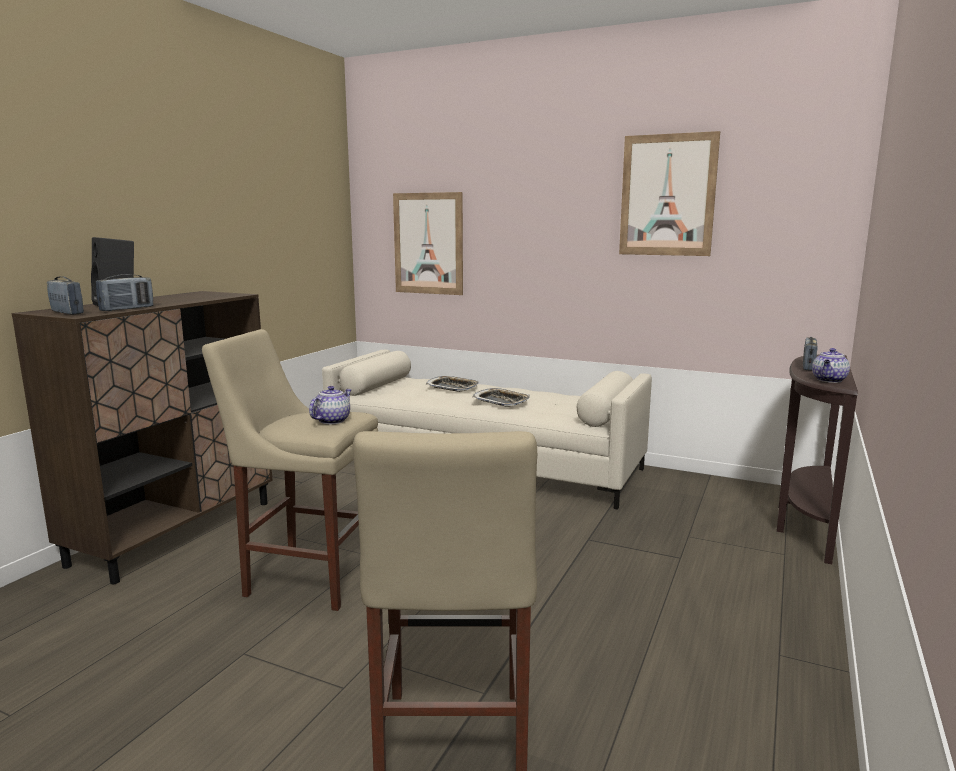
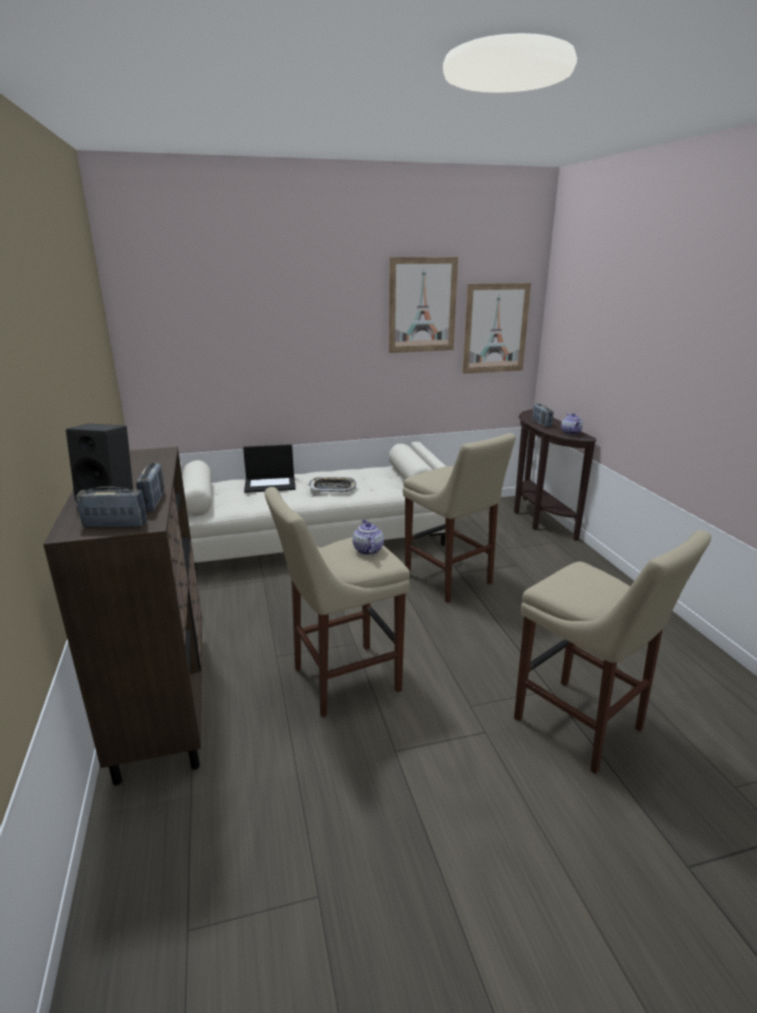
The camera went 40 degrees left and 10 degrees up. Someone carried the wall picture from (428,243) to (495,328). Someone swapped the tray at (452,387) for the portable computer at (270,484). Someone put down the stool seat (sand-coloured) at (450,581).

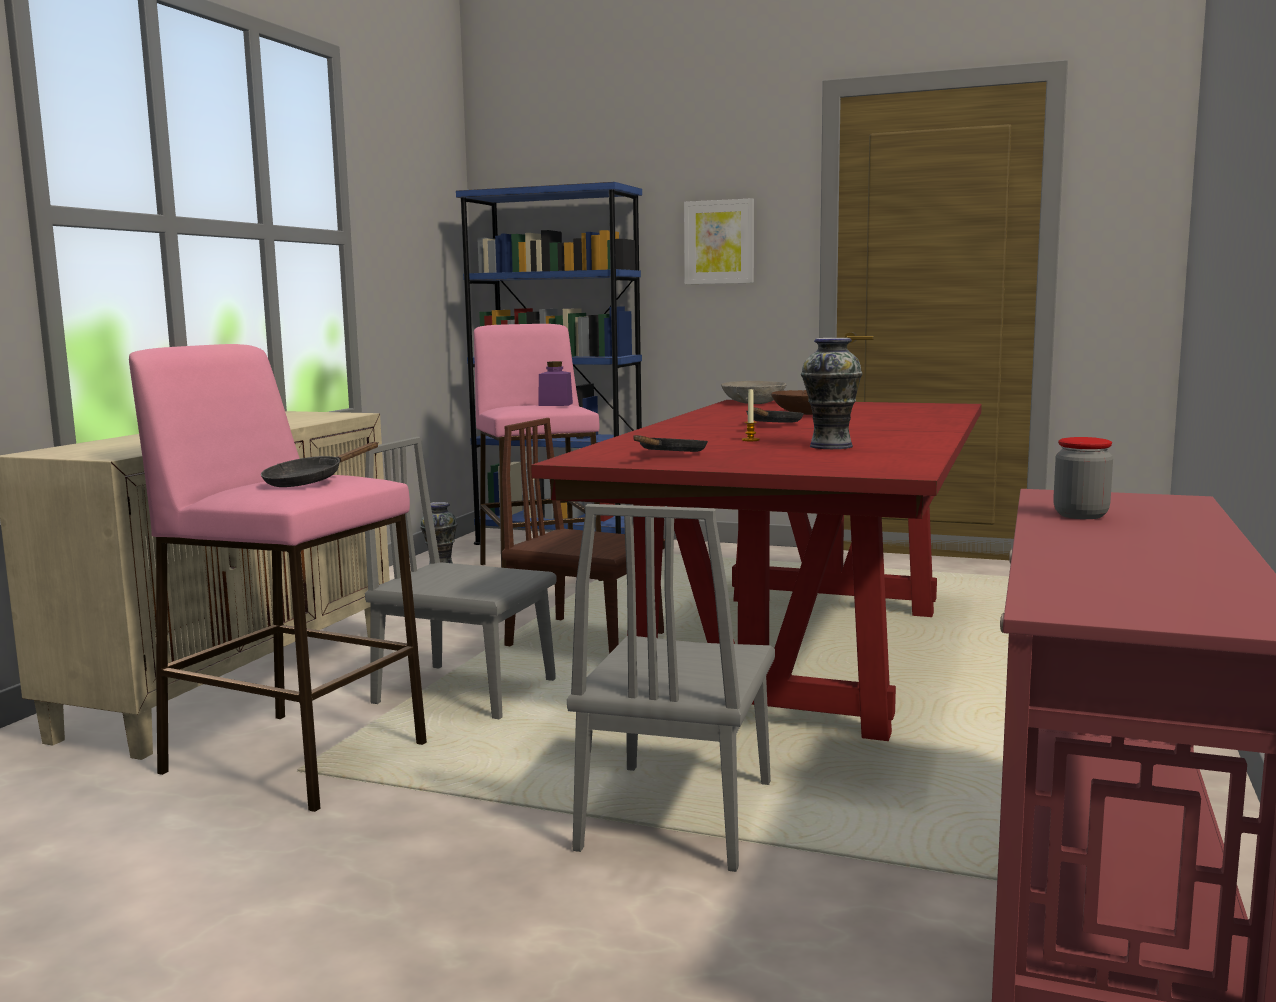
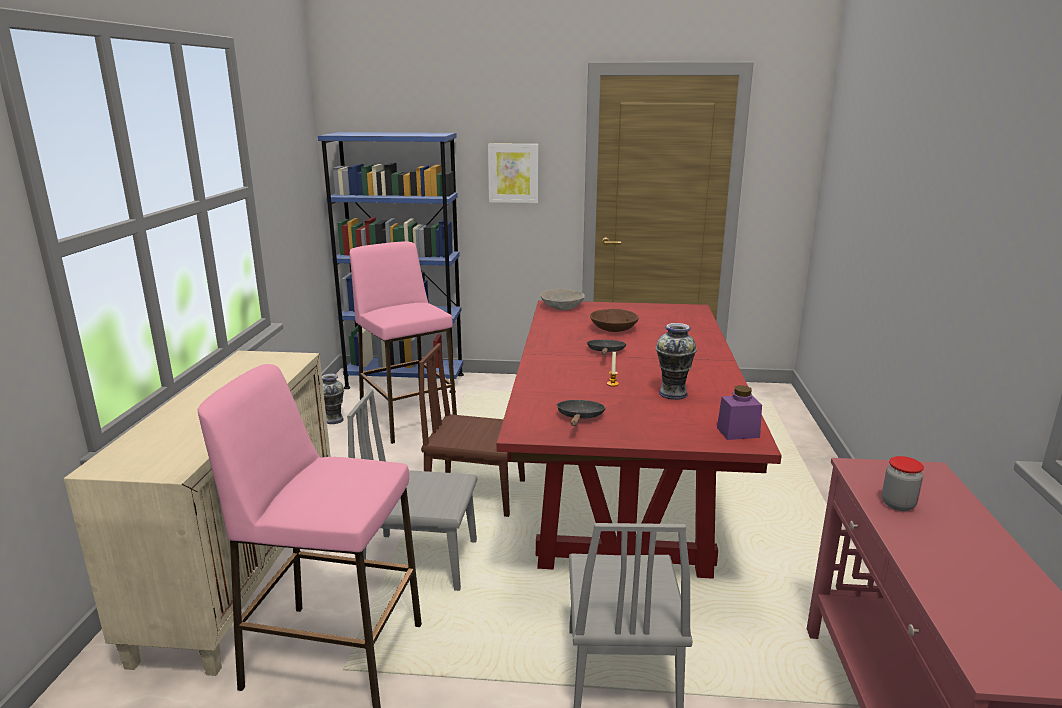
The camera went 15 degrees left and 10 degrees up. Someone carried the jar (purplish) from (555,404) to (738,432). Someone took away the frying pan (black-coloured) at (310,481).

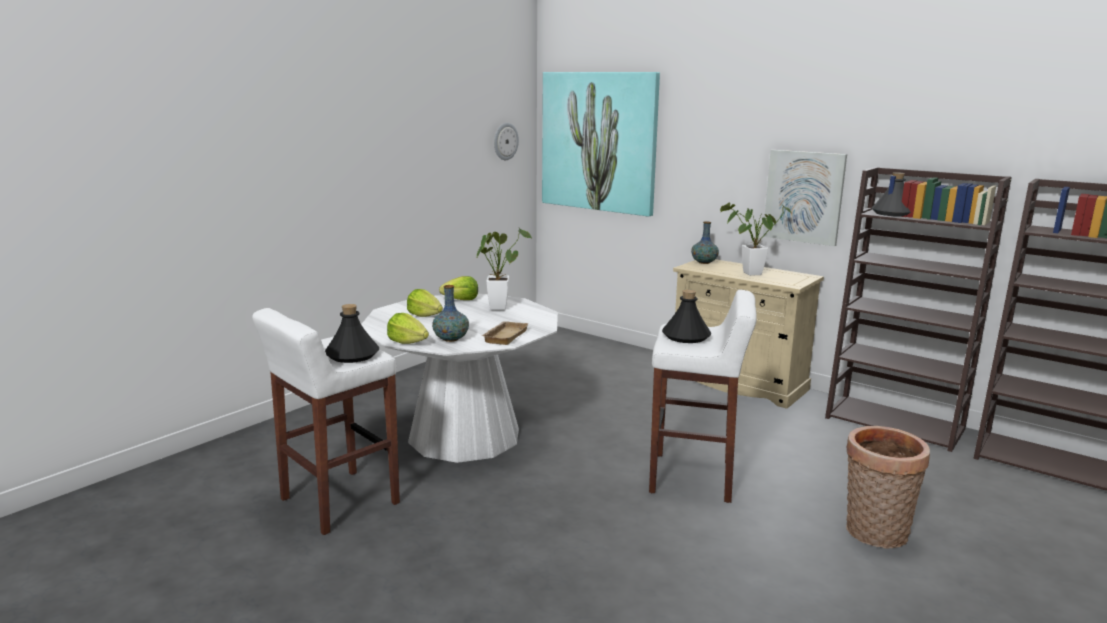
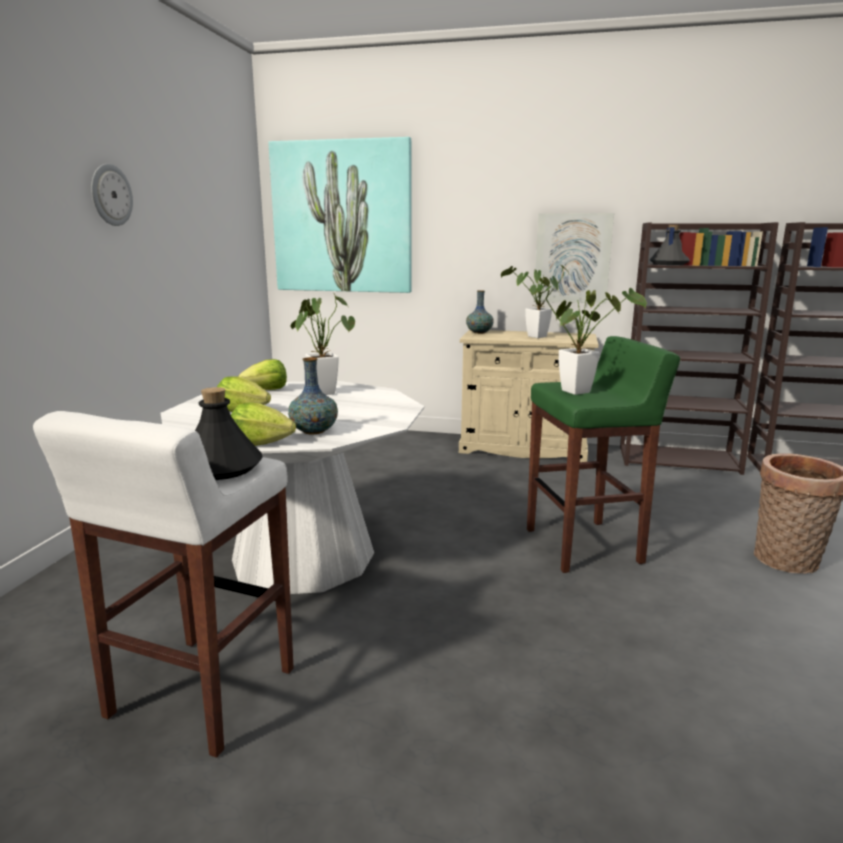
The camera went 25 degrees left and 0 degrees up. Someone carried the clock on the wall from (505,141) to (110,195). Someone swapped the bottle (black-coloured) at (686,337) for the houseplant at (581,391). Someone repainted the stool seat (white) at (693,477), which became the stool seat (green) at (585,546). Someone took away the tray (sand-coloured) at (504,336).

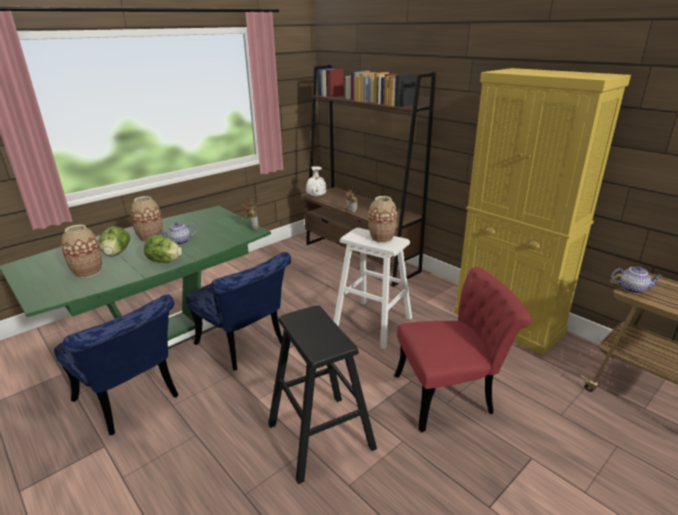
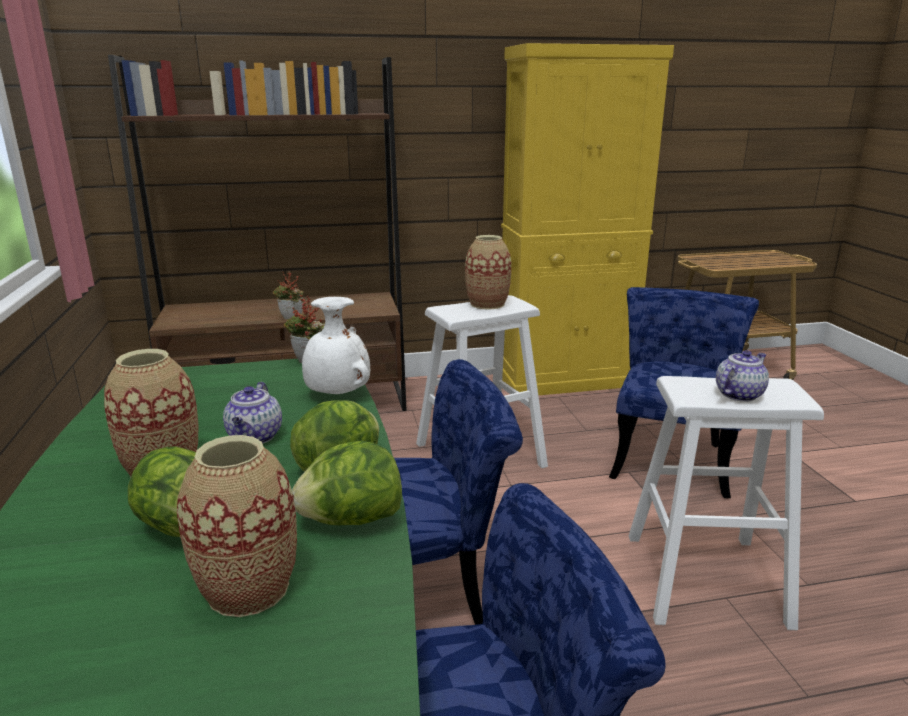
The camera went 60 degrees left and 5 degrees down. Someone carried the decorative vase (white) from (316,196) to (337,394). Someone carried the tea pot from (633,289) to (739,394). Someone repainted the chair (red) at (451,394), which became the chair (blue) at (671,456). Someone repainted the stool seat (black-coloured) at (321,436), which became the stool seat (white) at (705,578). Someone put down the lettuce at (351,520).

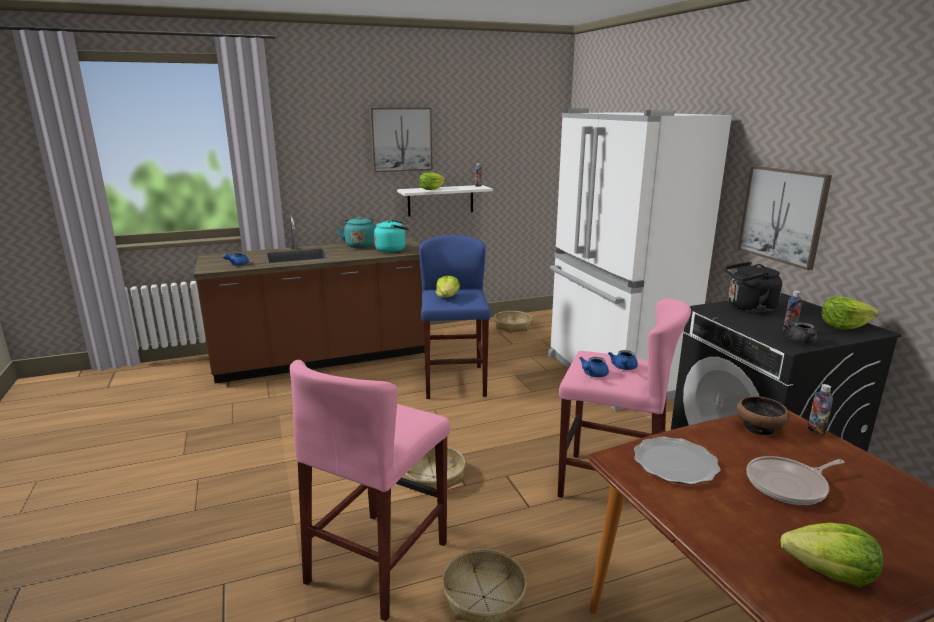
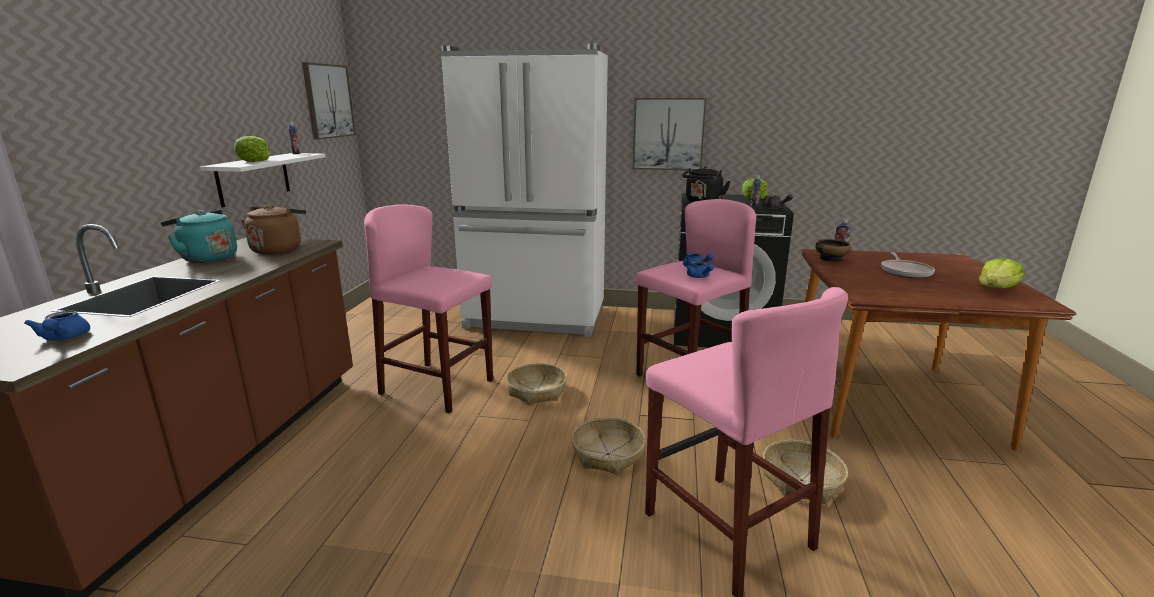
The camera went 60 degrees left and 0 degrees up. Someone carried the wall picture from (401,139) to (328,101). Someone repainted the kettle (turquoise-coloured) at (392,249), which became the kettle (brown) at (278,249). Someone repainted the stool seat (blue) at (454,382), which became the stool seat (pink-coloured) at (437,387). Someone took away the lettuce at (447,297). Someone carried the household basket from (512,326) to (536,391). Someone took away the dinner plate at (675,463).

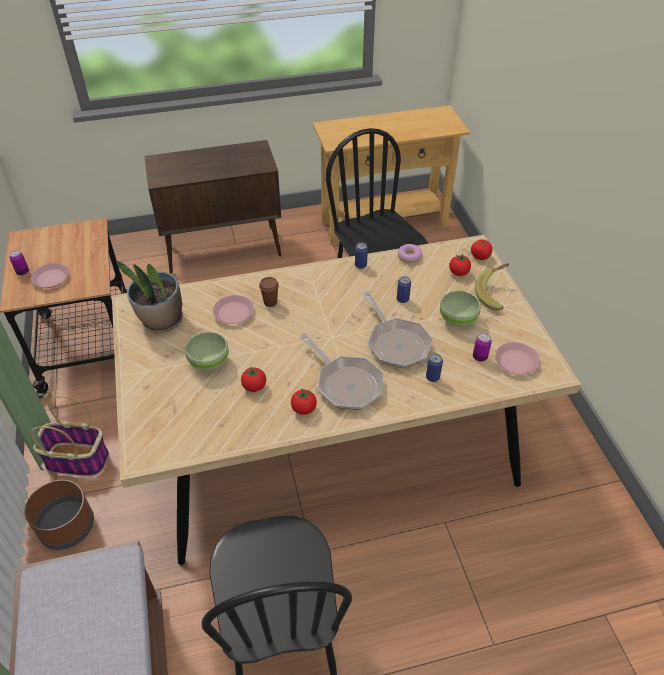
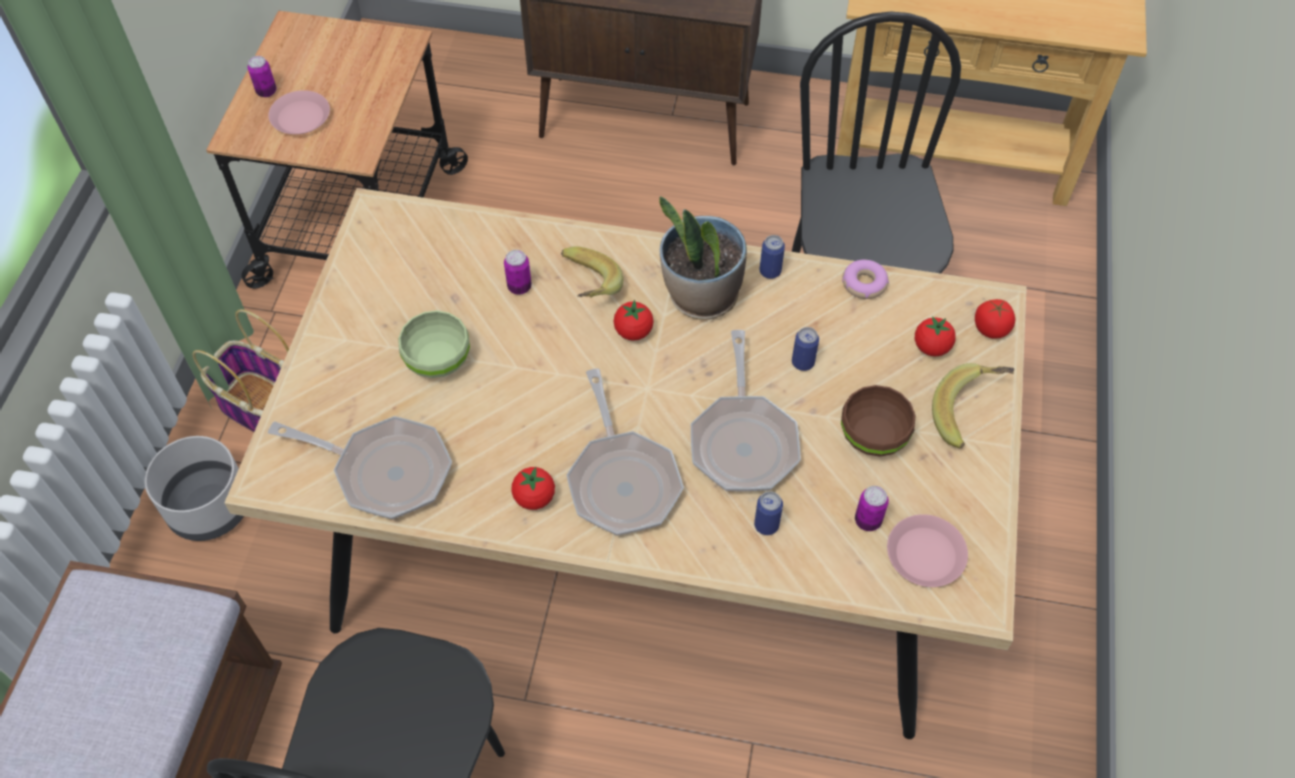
The camera went 25 degrees right and 10 degrees up. Someone carried the houseplant from (161,320) to (701,296). Someone swapped the cup (brown) at (270,302) for the whole banana at (585,288). Someone repainted the deep dish (green) at (457,319), which became the deep dish (brown) at (872,435). Someone swapped the dinner plate (pink-coloured) at (234,313) for the sealed can at (519,287). Someone carried the fresh tomato from (254,386) to (633,331). Someone repainted the planter (brown) at (67,526), which became the planter (greyish) at (209,506). Someone put down the frying pan at (384,471).

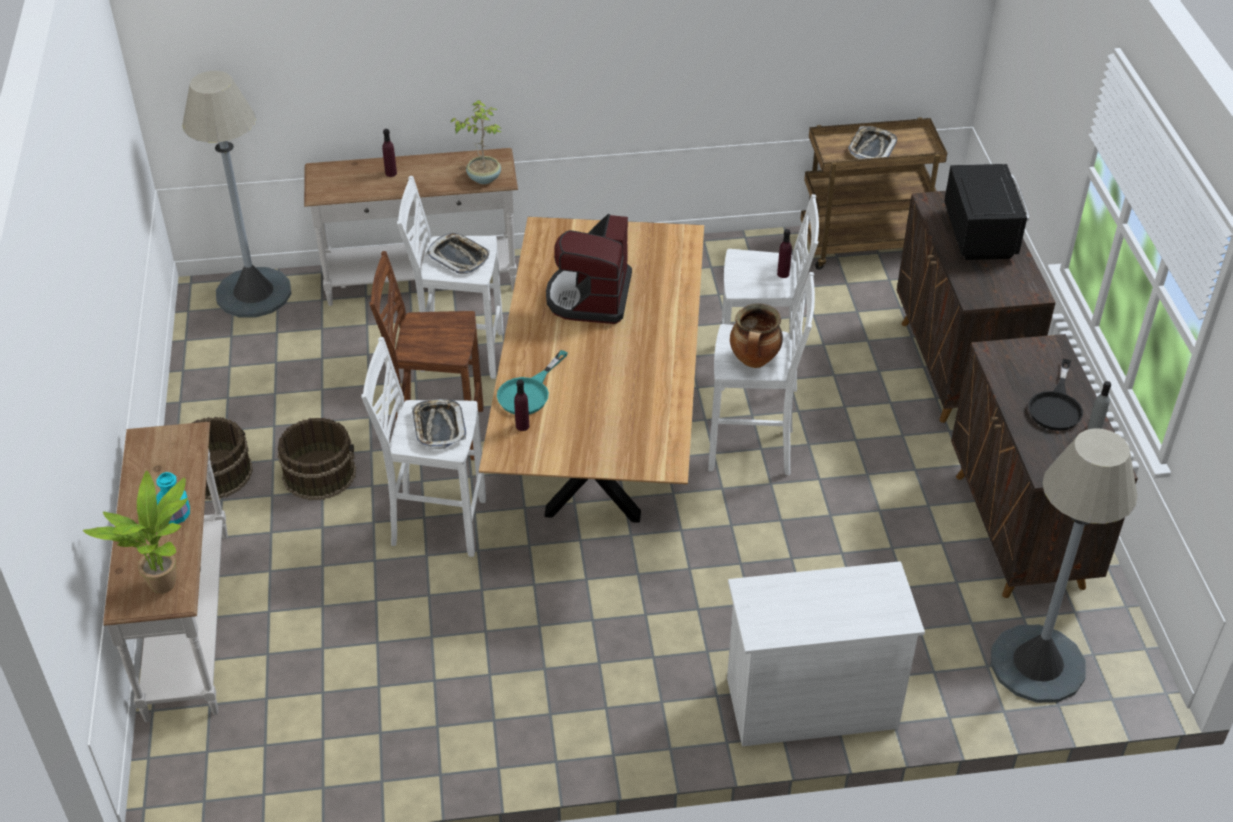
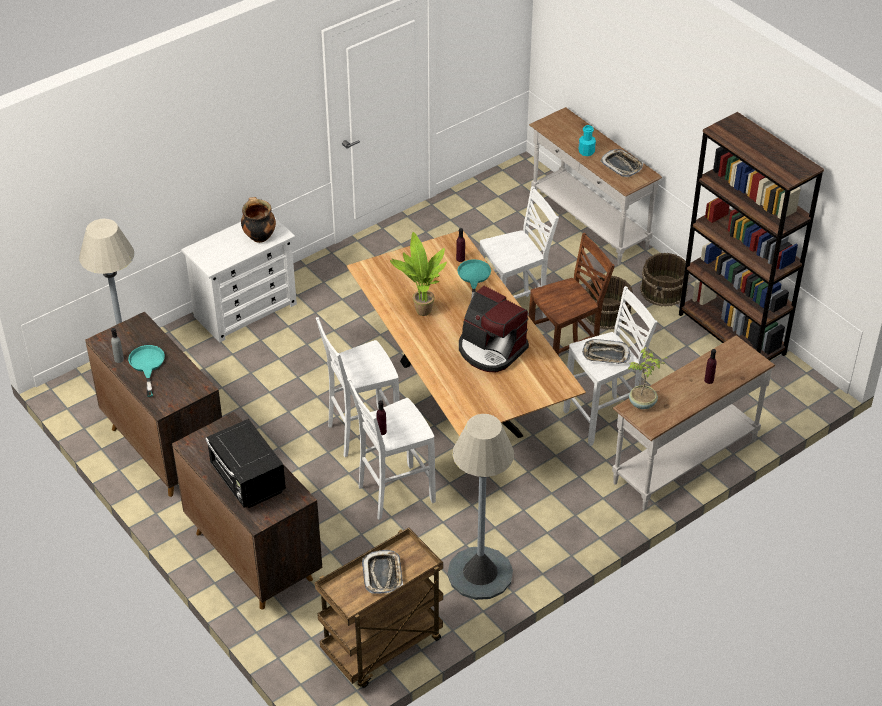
The camera went 150 degrees right and 0 degrees up. Someone carried the floor lamp (greyish) from (254,293) to (480,574). Someone rotated the coffee machine at (590,297) by 150 degrees clockwise. Someone carried the stockpot from (754,361) to (259,236). Someone repainted the frying pan (black-coloured) at (1056,406), which became the frying pan (turquoise-coloured) at (147,365). Someone carried the tray from (438,427) to (621,165). Someone carried the houseplant from (167,587) to (420,312). Someone put down the shelving unit (brown) at (732,334).

